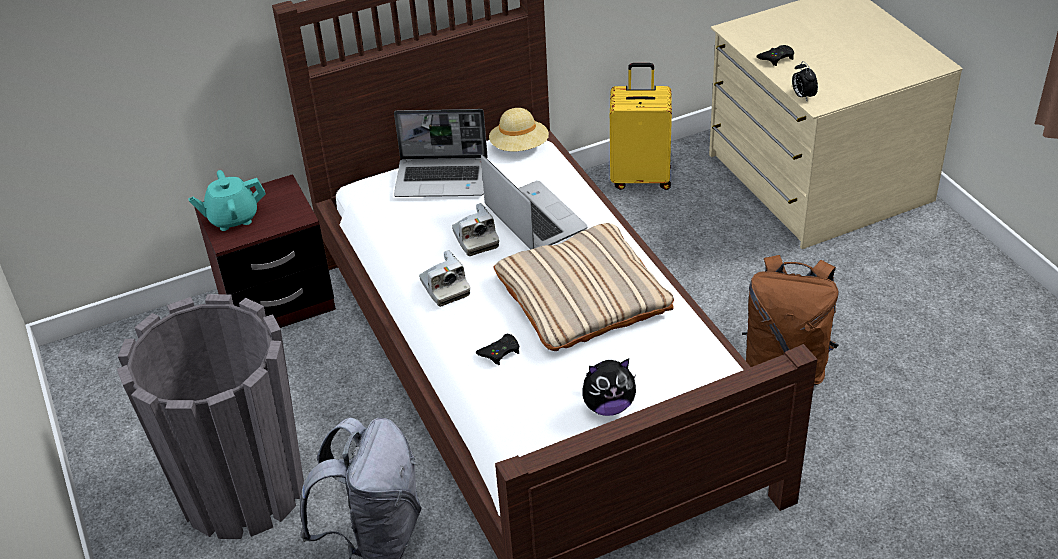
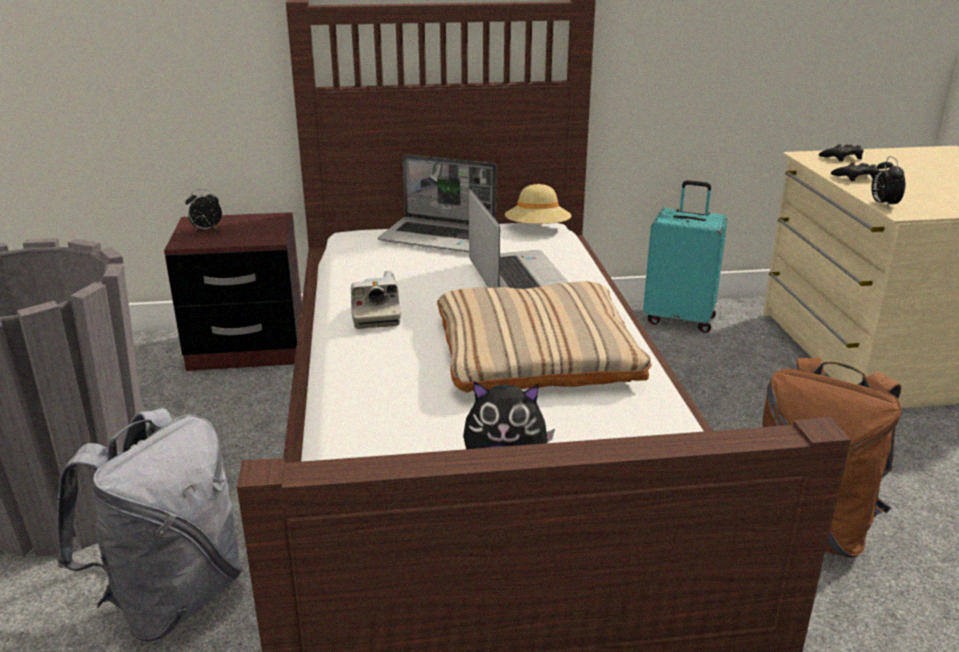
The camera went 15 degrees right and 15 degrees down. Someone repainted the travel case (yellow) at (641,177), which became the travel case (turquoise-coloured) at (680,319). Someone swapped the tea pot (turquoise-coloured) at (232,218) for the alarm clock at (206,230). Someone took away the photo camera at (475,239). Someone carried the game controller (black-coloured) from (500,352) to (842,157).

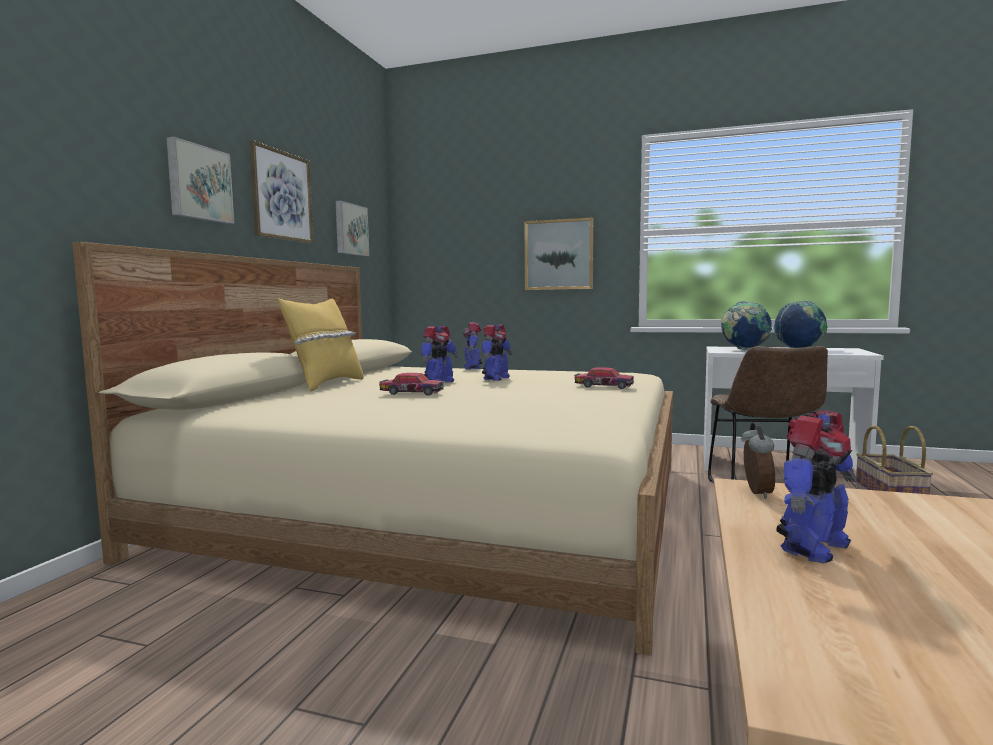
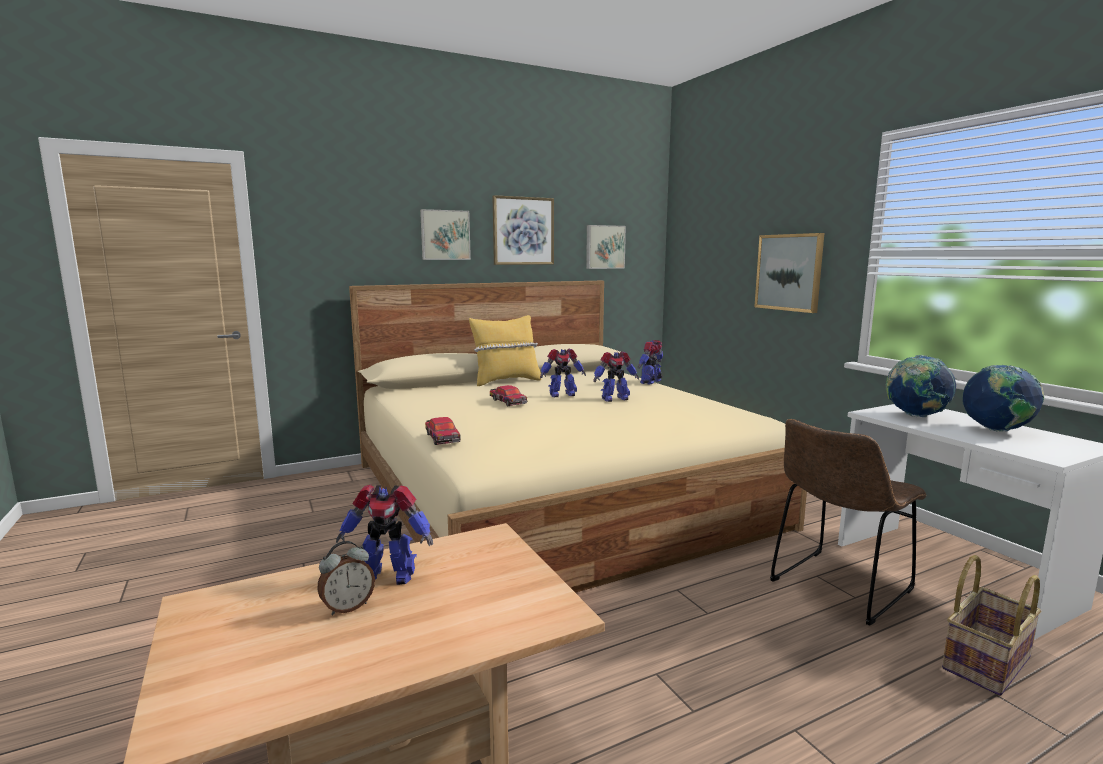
The camera went 45 degrees right and 5 degrees up. Someone carried the toy car from (603,386) to (442,437). Someone carried the alarm clock from (755,492) to (348,607).

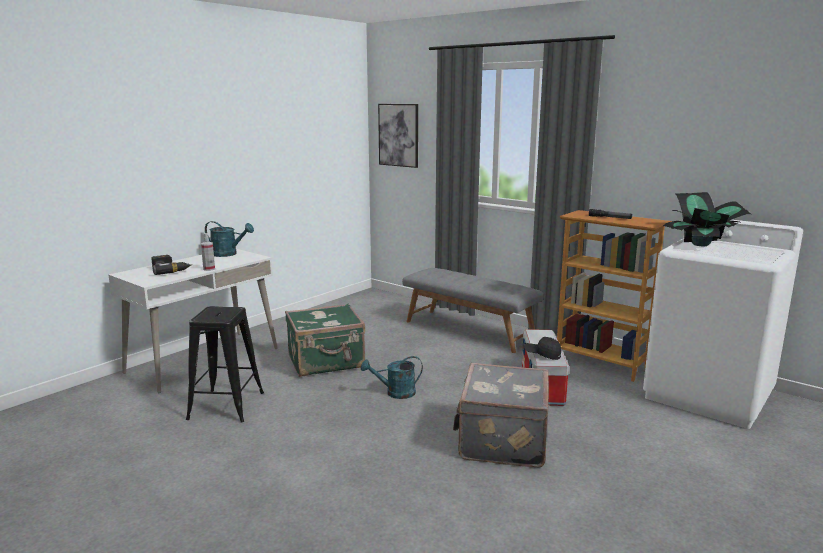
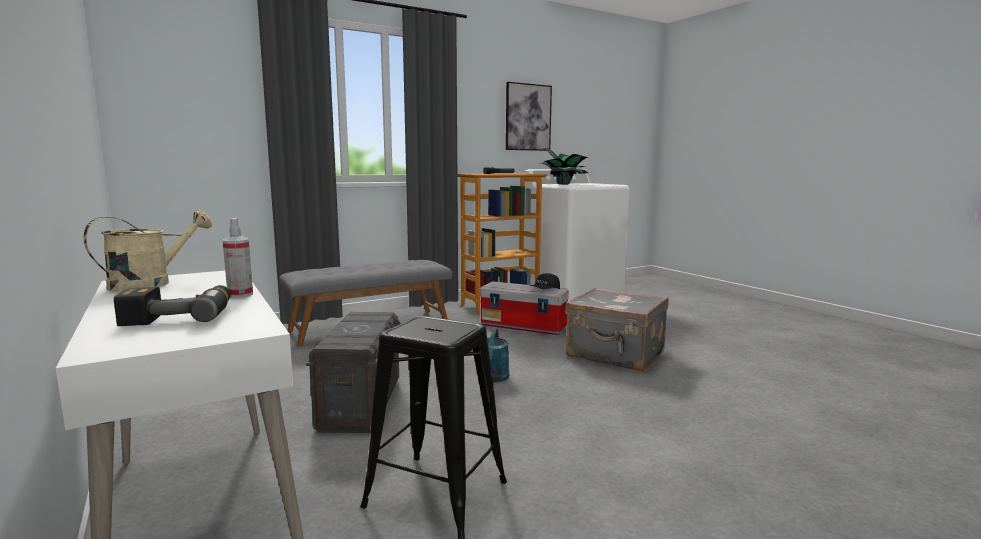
The camera went 70 degrees left and 5 degrees down. Someone carried the wall picture from (398,135) to (528,117). Someone repainted the sprinkling can (turquoise-coloured) at (228,254), which became the sprinkling can (sand-coloured) at (151,283). Someone swapped the travel case (green) at (326,362) for the storage bin (greyish) at (361,403).

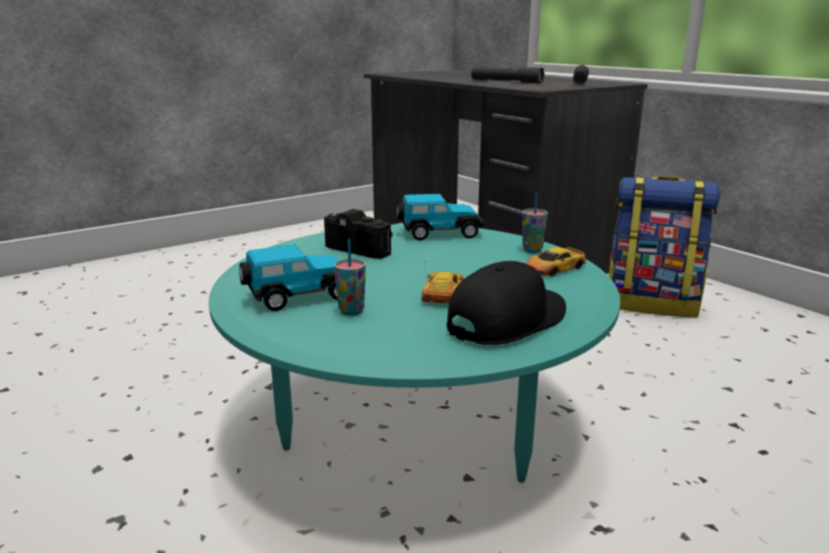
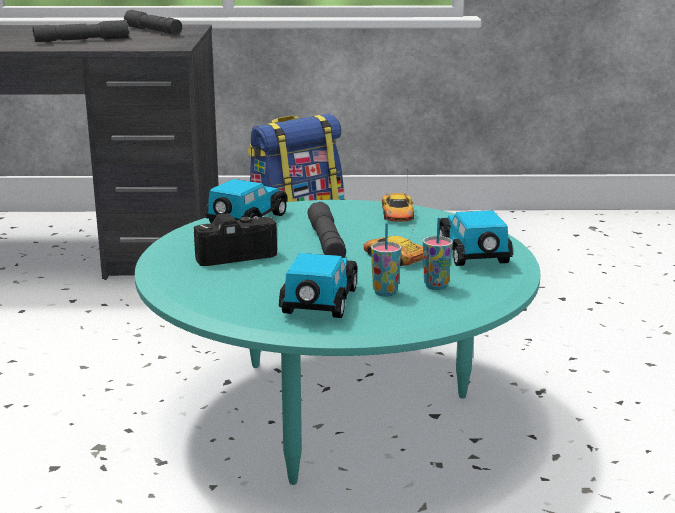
The camera went 55 degrees left and 0 degrees up. Someone carried the cup from (532,250) to (436,286). Someone swapped the cap (black-coloured) at (507,321) for the toy car at (473,254). Someone put down the flashlight (greyish) at (326,242).

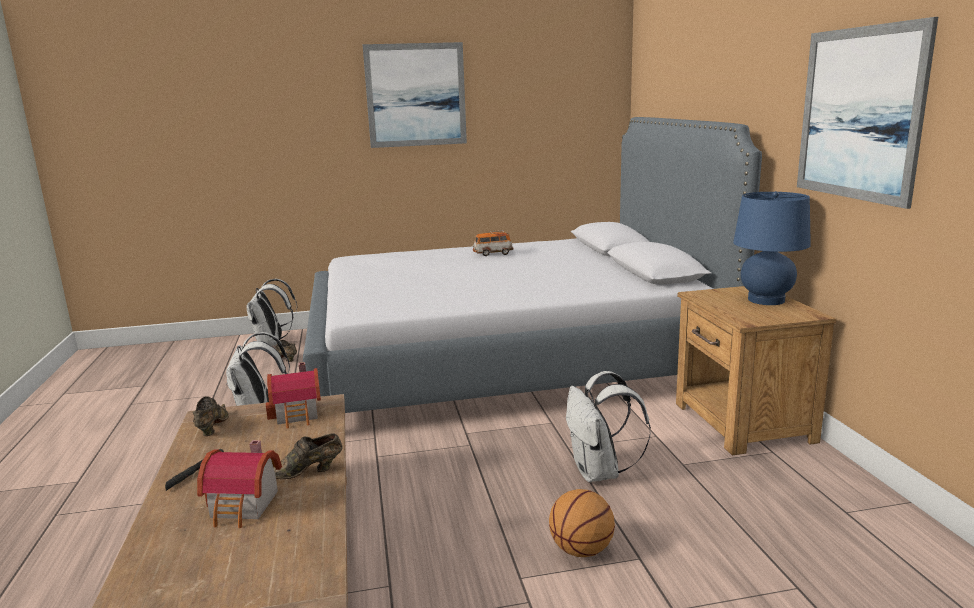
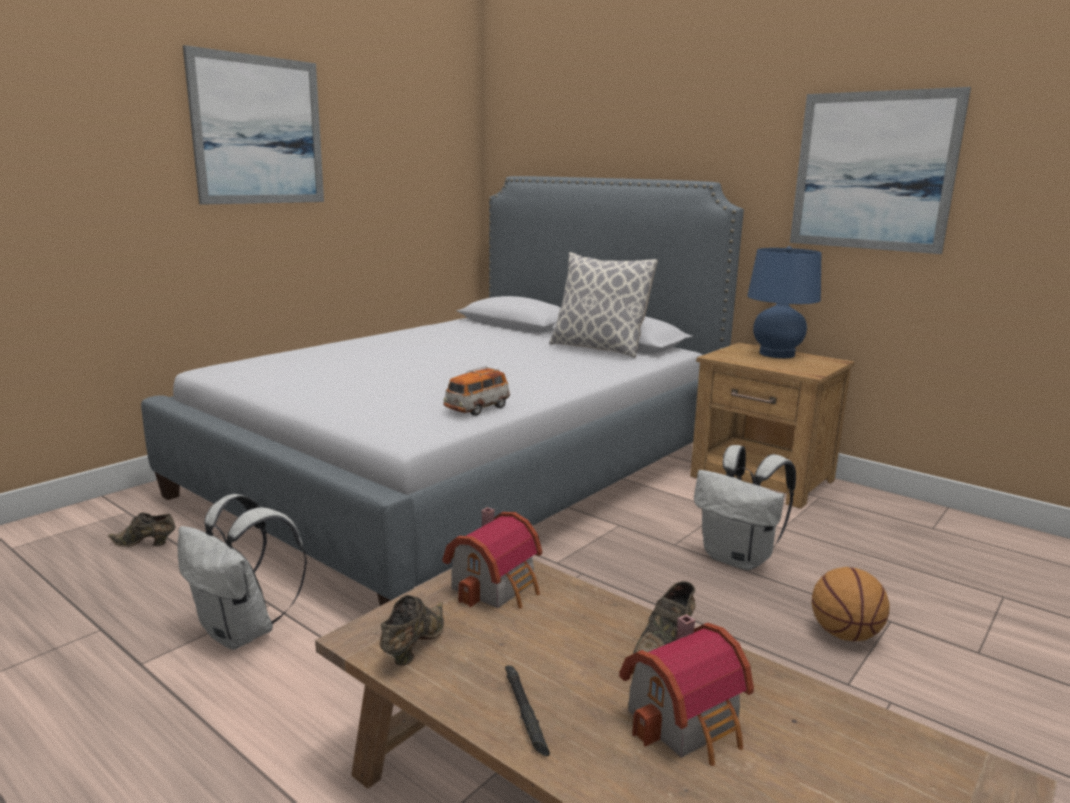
The camera went 40 degrees left and 0 degrees up. Someone carried the toy car from (493,253) to (477,409). Someone took away the rucksack (white) at (272,343). Someone rotated the shoe (brown) at (212,427) by 60 degrees clockwise. Someone put down the throw pillow at (598,349).

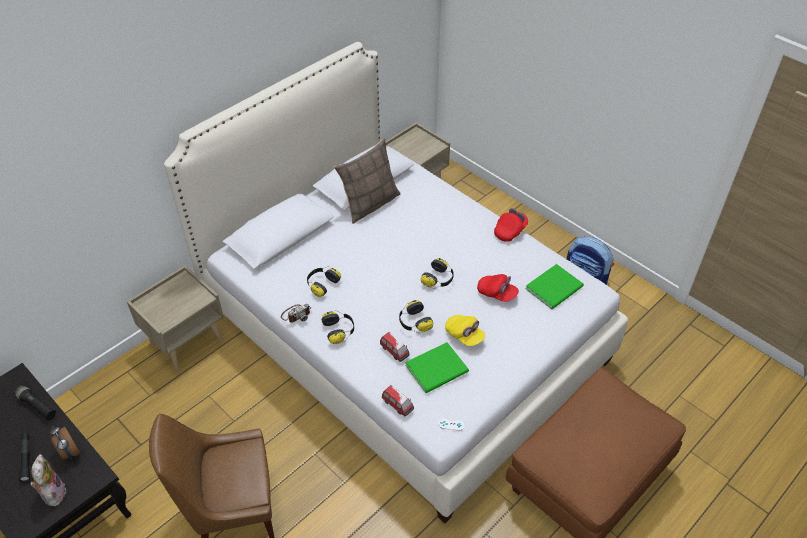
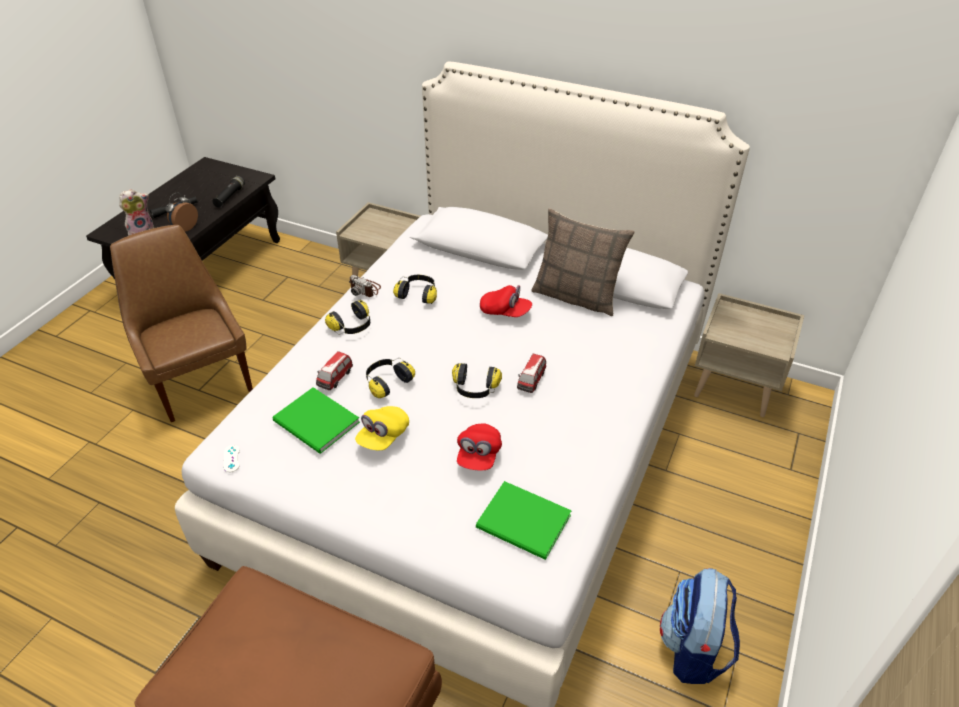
The camera went 70 degrees right and 5 degrees down. Someone carried the cap (red) from (510,231) to (505,312). Someone carried the toy car from (398,405) to (531,381).

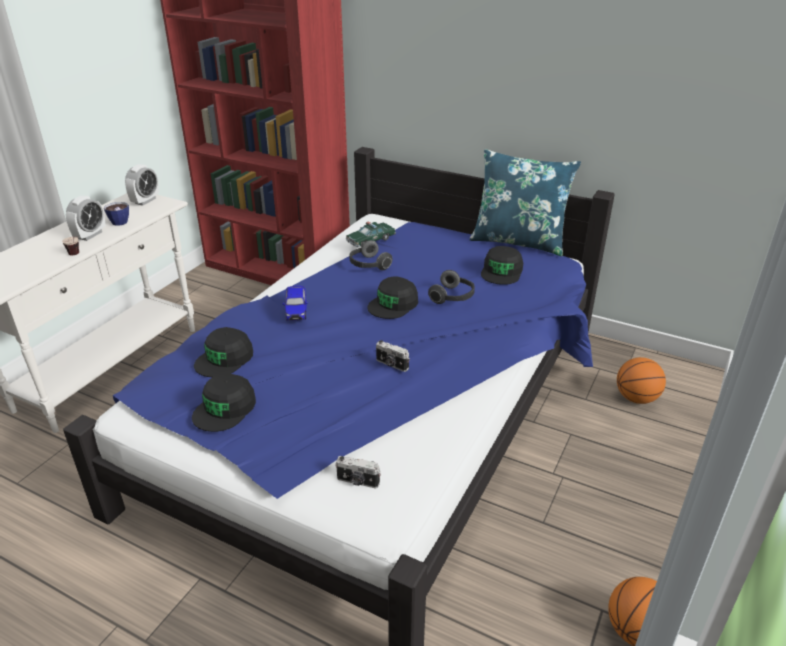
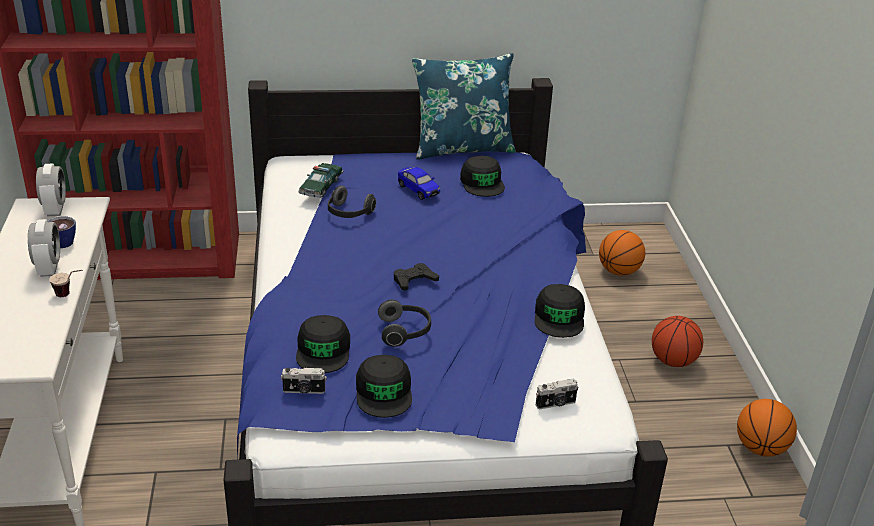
The camera went 35 degrees left and 0 degrees up. Someone carried the headset from (453,297) to (405,332). Someone carried the cap (black-coloured) from (393,304) to (559,317). Someone carried the toy car from (296,311) to (418,190). Someone carried the photo camera from (391,365) to (304,391). Someone put down the game controller (black-coloured) at (414,280). Someone put down the basketball ball at (672,361).

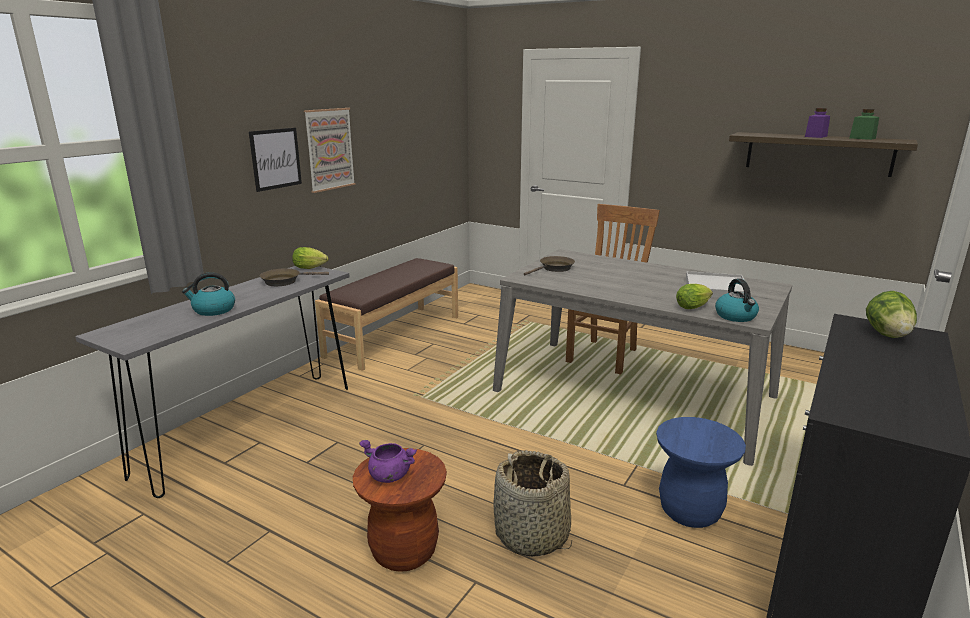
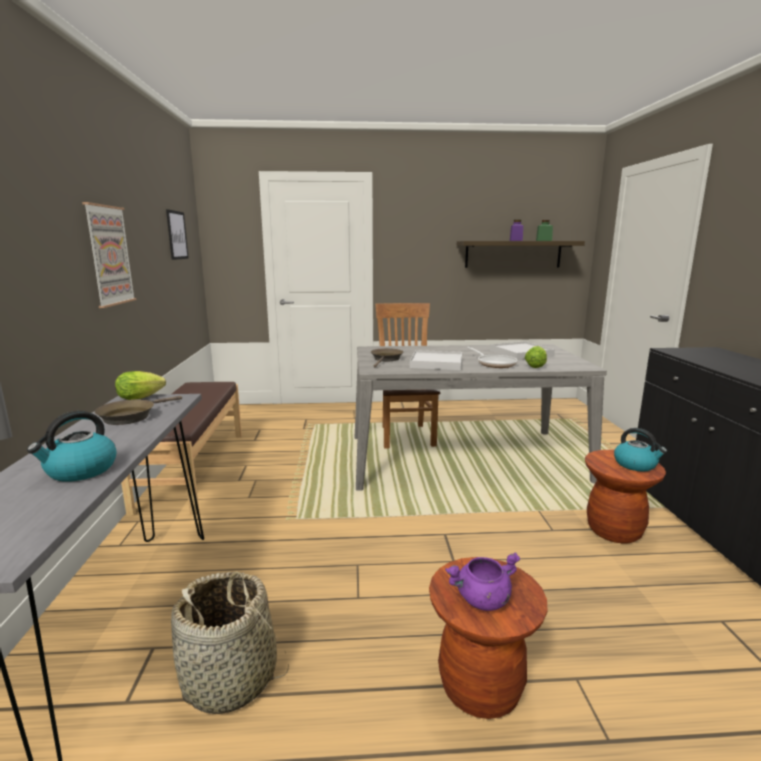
The camera went 35 degrees left and 5 degrees down. Someone carried the wall picture from (275,158) to (177,235). Someone carried the kettle from (736,316) to (636,464). Someone took away the lettuce at (887,334). Someone repainted the stool seat (blue) at (689,511), which became the stool seat (brown) at (614,530). Someone carried the household basket from (532,535) to (231,678). Someone put down the frying pan at (494,363). Someone put down the tray (white) at (436,363).

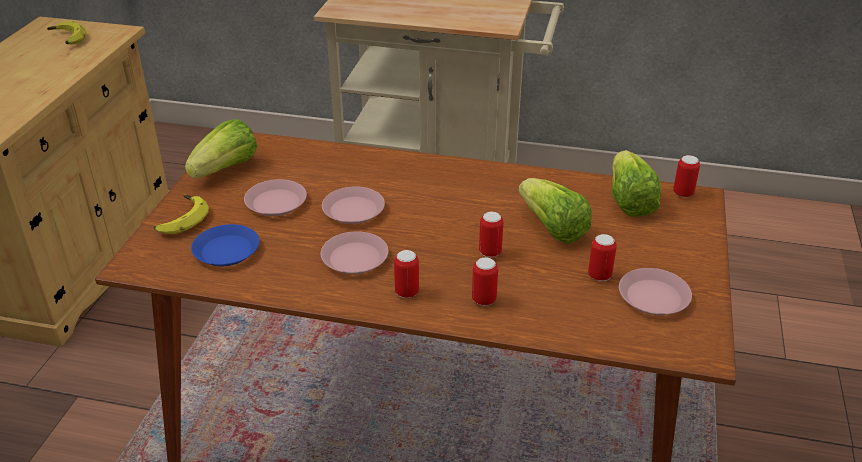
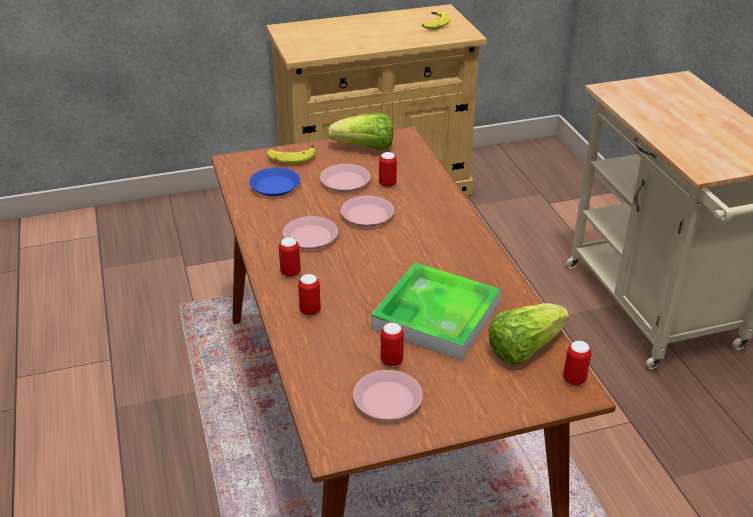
The camera went 60 degrees right and 0 degrees up. Someone swapped the lettuce at (552,228) for the tray at (436,316). Someone carried the sealed can from (490,252) to (387,184).

